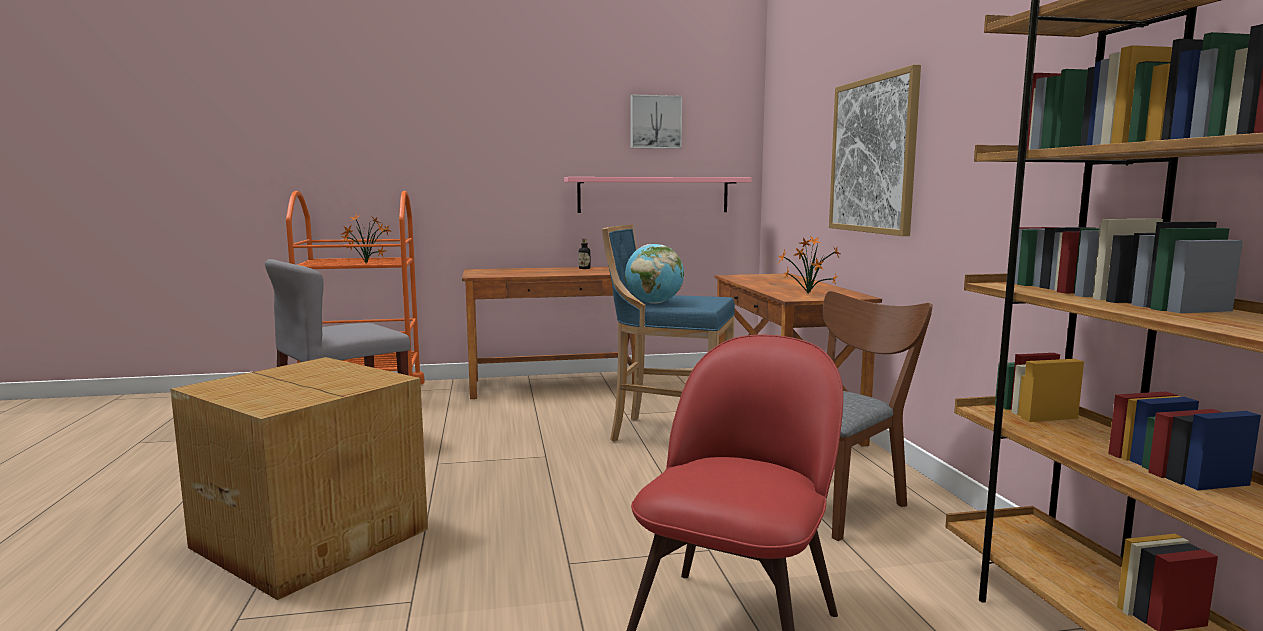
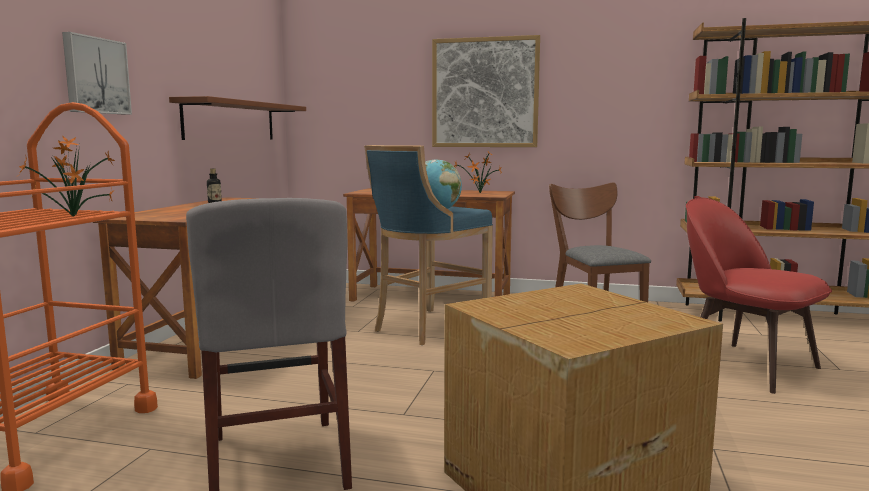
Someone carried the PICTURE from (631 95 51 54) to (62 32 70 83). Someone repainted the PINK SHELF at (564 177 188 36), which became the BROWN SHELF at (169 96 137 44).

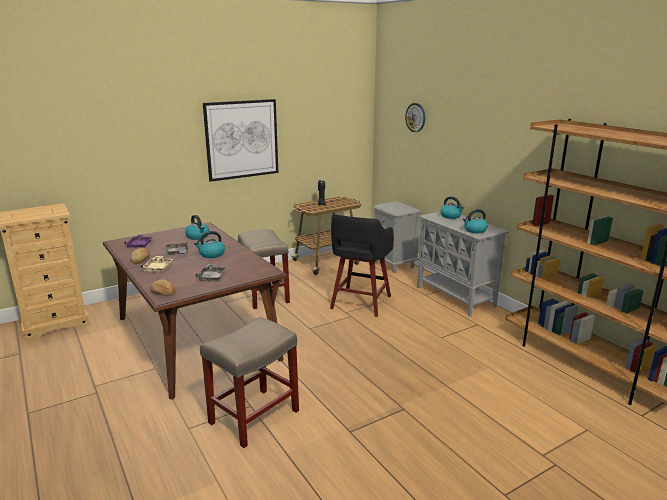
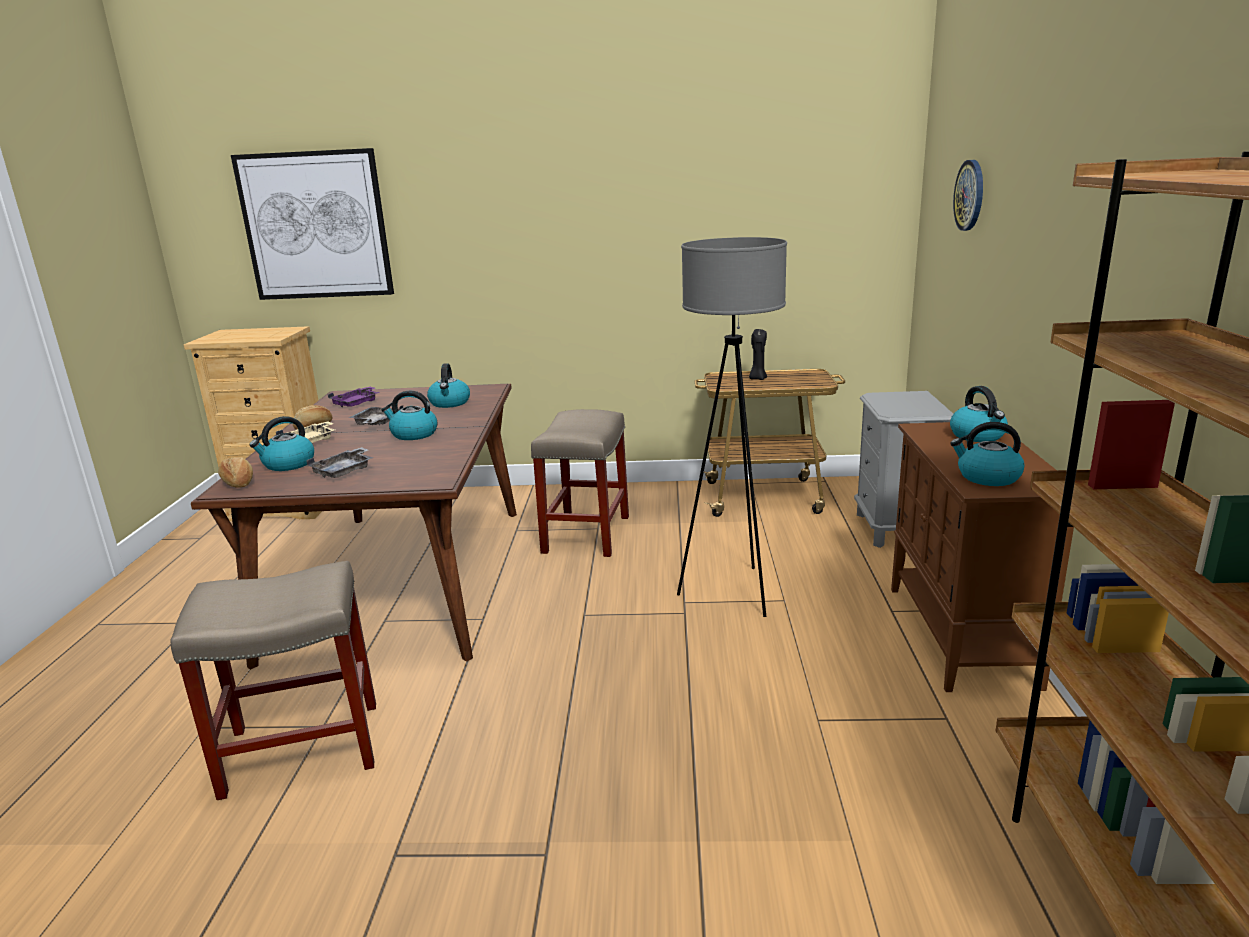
Someone carried the PICTURE from (203 99 75 83) to (231 148 163 152). Someone put down the KETTLE at (249 416 65 55). Someone swapped the BLACK STOOL at (330 214 64 103) for the GREY FLOOR LAMP at (677 237 110 380). Someone repainted the GREY CABINET at (417 212 92 105), which became the BROWN CABINET at (891 422 183 270).

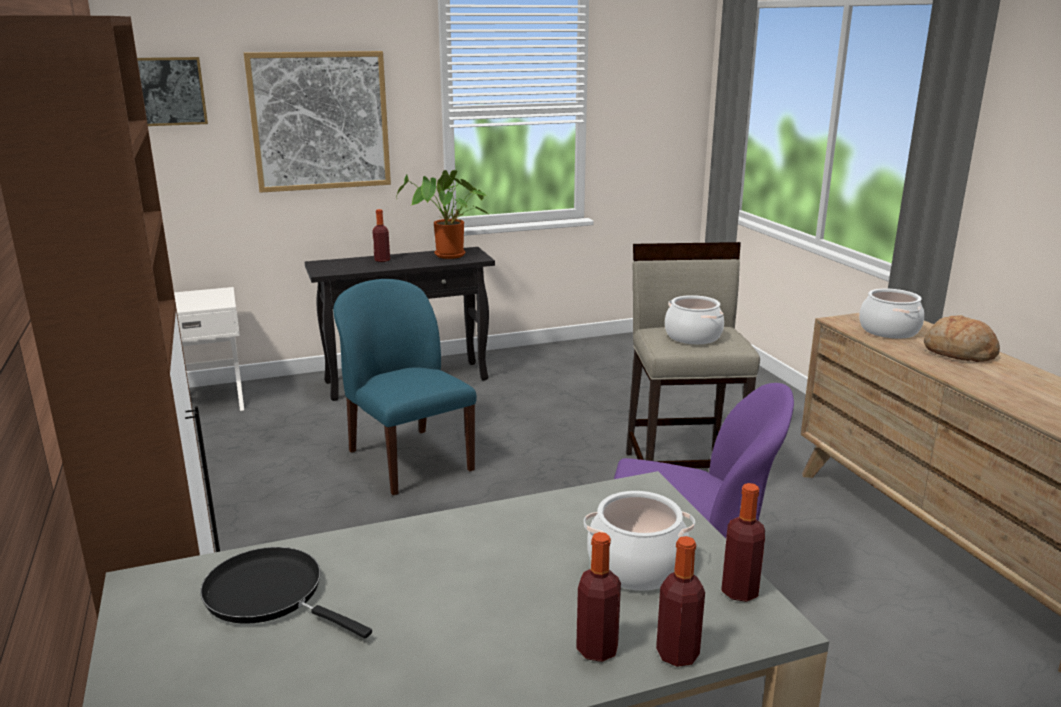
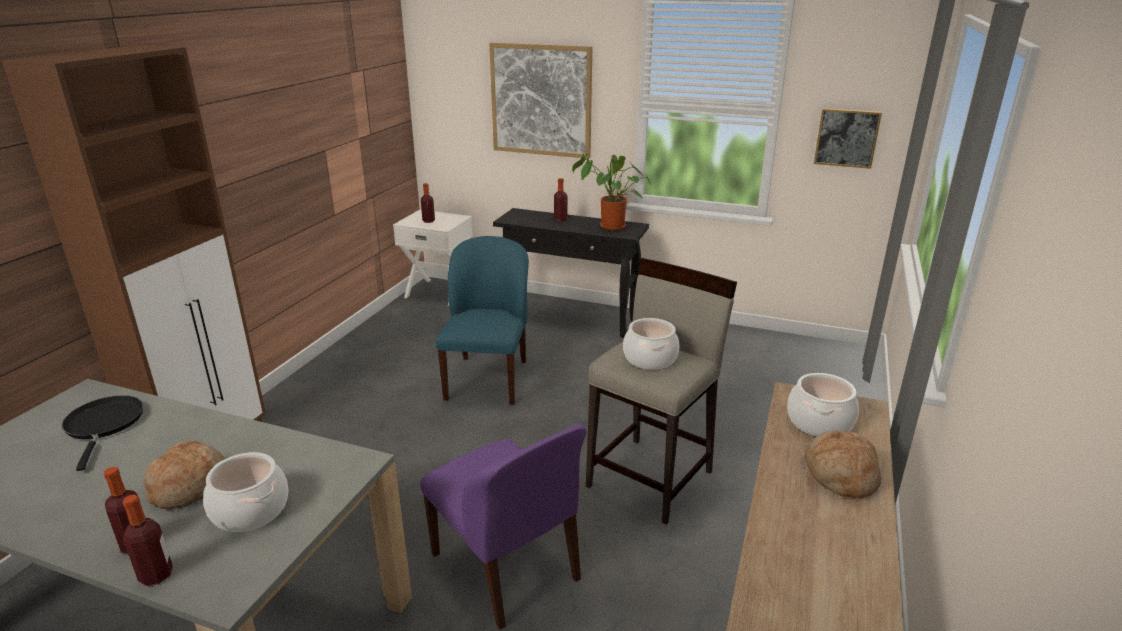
Someone put down the BREAD at (143 441 82 68). Someone carried the BOTTLE from (721 483 44 119) to (421 183 14 40). Someone carried the PICTURE from (137 57 71 69) to (814 108 68 61).

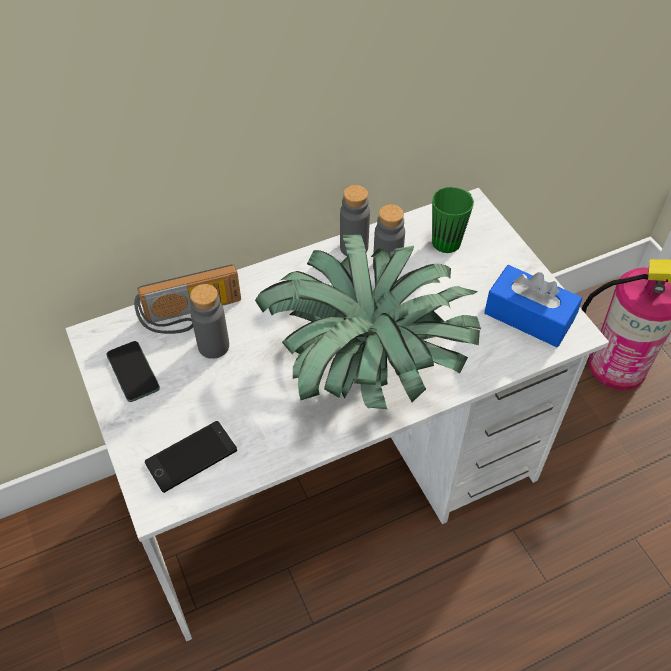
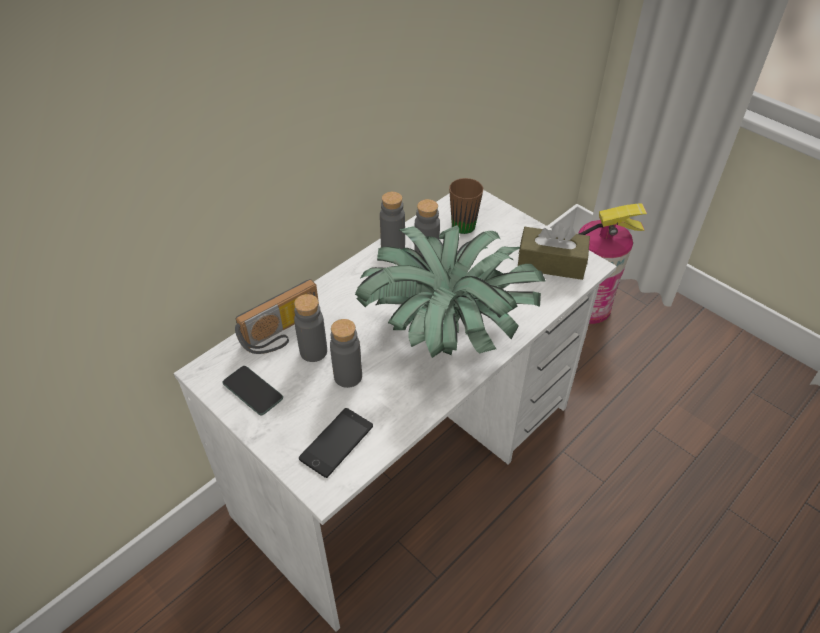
Someone put down the GREY BOTTLE at (330 319 32 69). Someone repainted the GREEN MUG at (432 187 42 66), which became the BROWN MUG at (449 178 34 56). Someone repainted the BLUE TISSUE BOX at (484 265 98 82), which became the BROWN TISSUE BOX at (518 222 72 58).

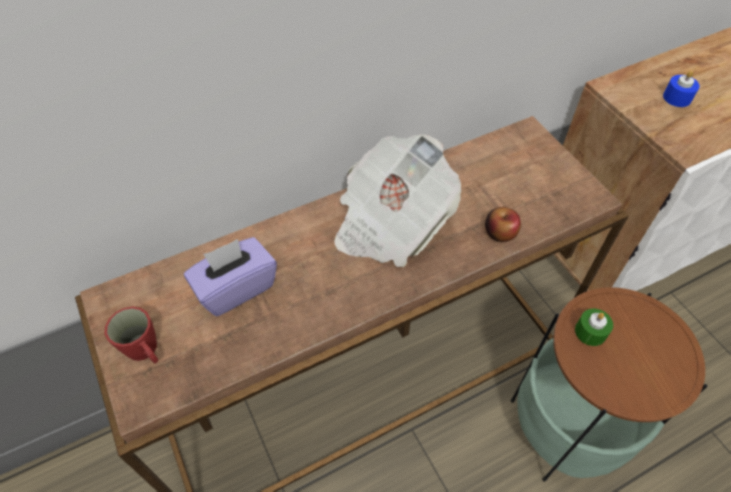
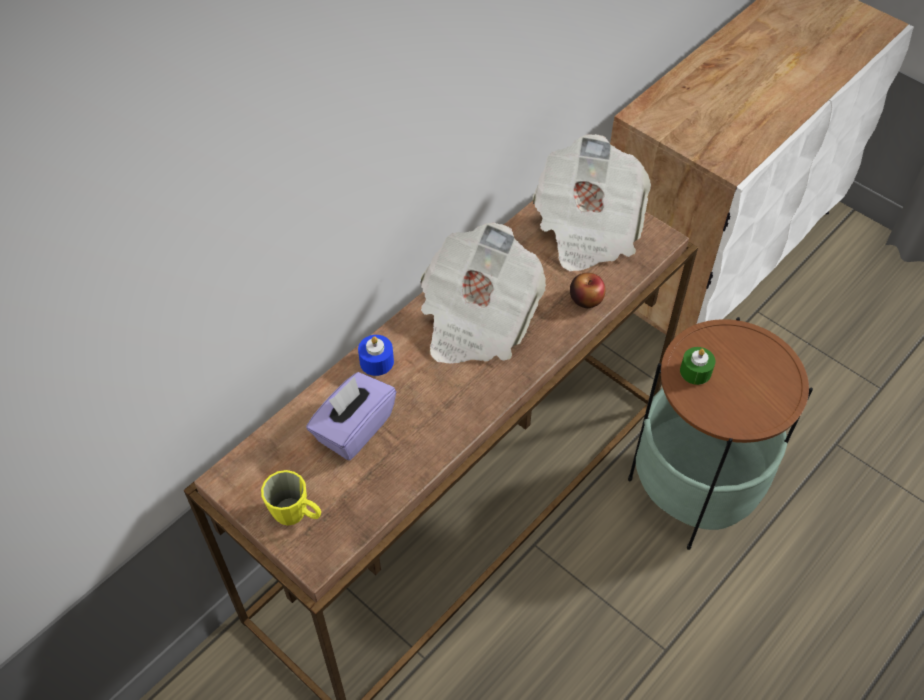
Someone repainted the RED MUG at (105 307 54 57), which became the YELLOW MUG at (261 470 60 56). Someone carried the BLUE CANDLE from (663 71 37 36) to (358 335 36 41). Someone put down the NEWSPAPER at (533 134 118 138).

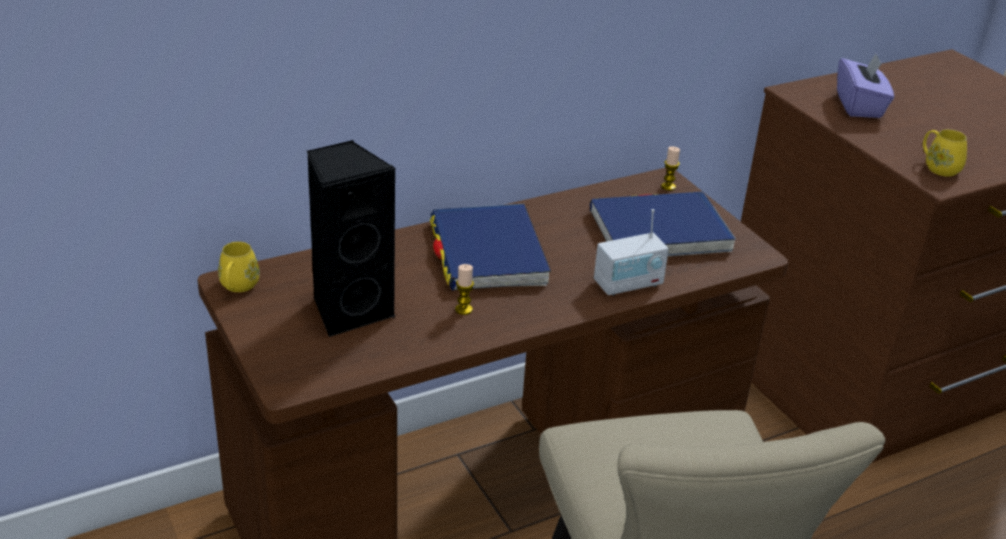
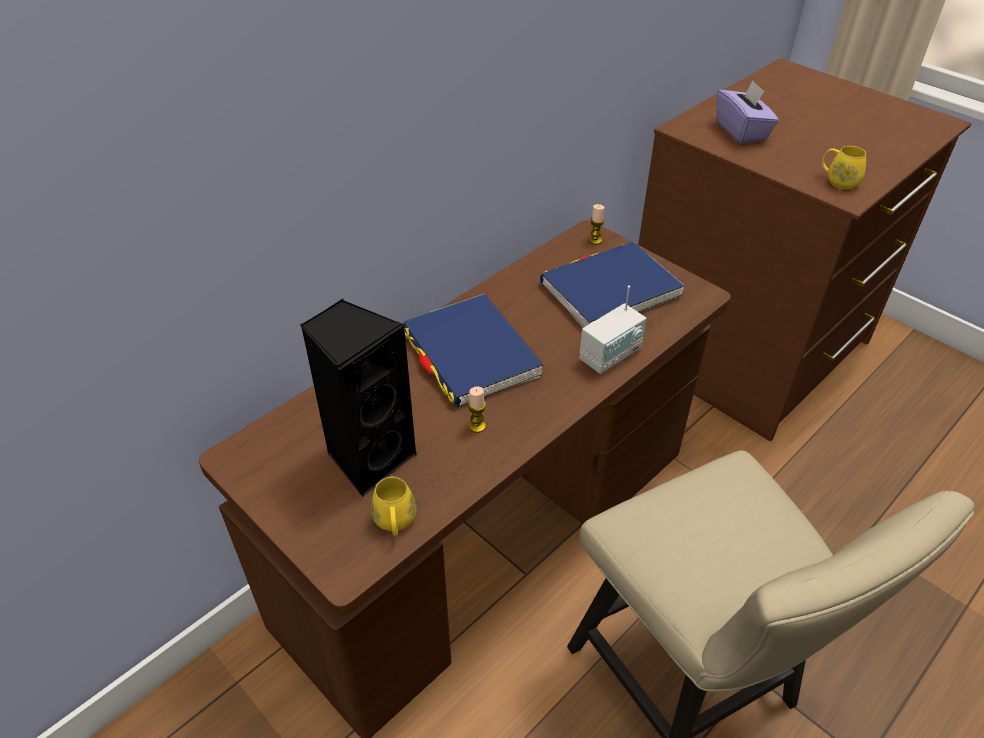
Someone carried the YELLOW MUG from (218 241 42 51) to (371 477 45 59).

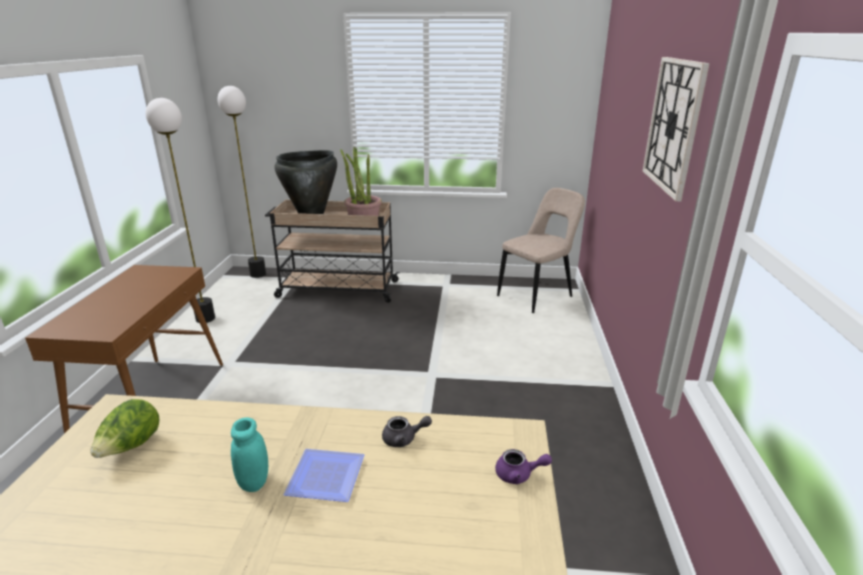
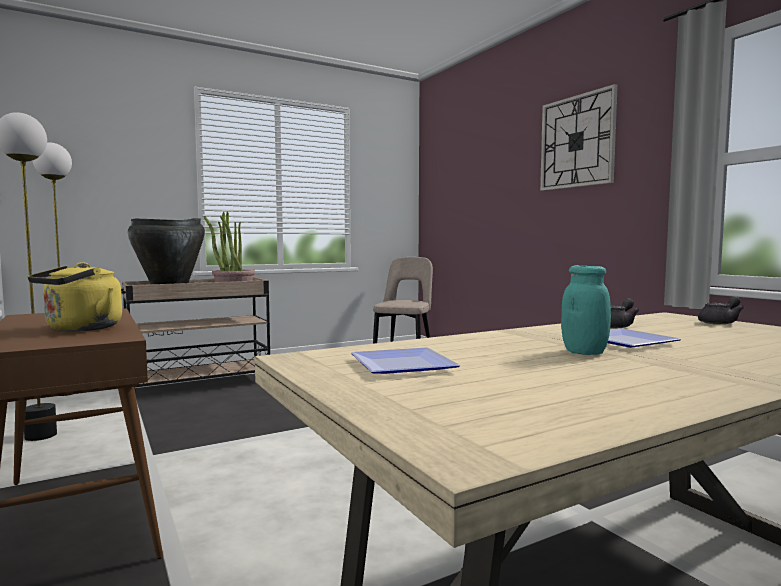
Someone put down the YELLOW KETTLE at (28 262 94 69). Someone swapped the LETTUCE at (90 399 69 59) for the PLATE at (351 347 110 27). Someone repainted the PURPLE TEAPOT at (495 449 57 35), which became the GREY TEAPOT at (698 296 46 29).

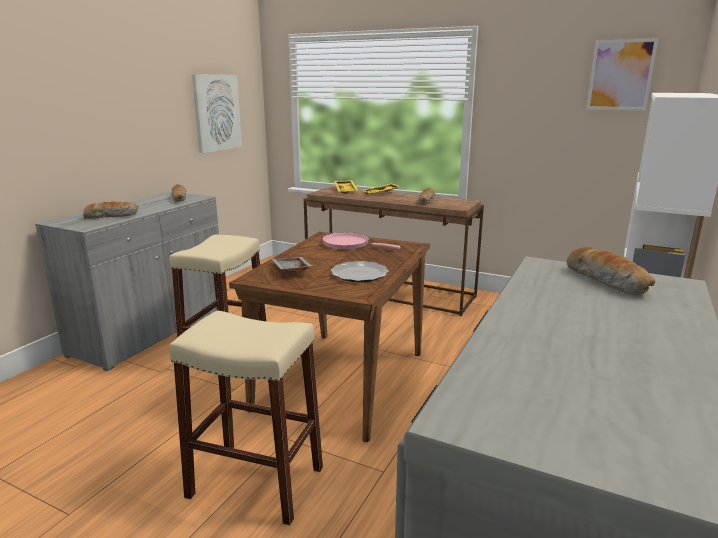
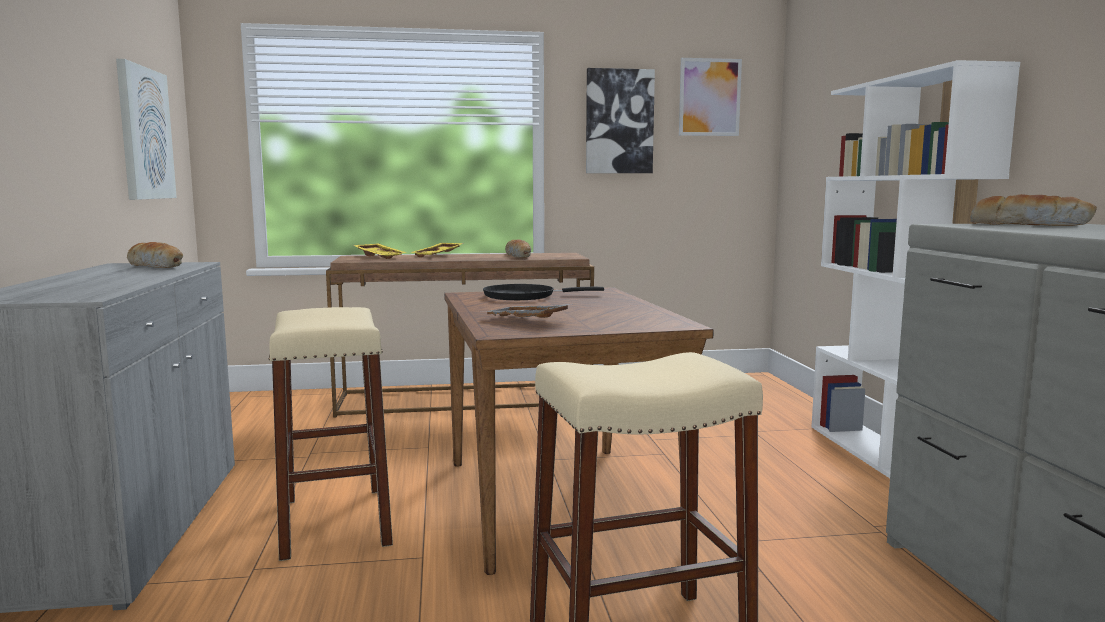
Someone repainted the PINK FRYING PAN at (322 232 78 17), which became the BLACK FRYING PAN at (483 284 121 16). Someone put up the PICTURE at (586 68 69 105). Someone took away the BREAD at (83 201 56 18). Someone took away the PLATE at (331 261 58 21).

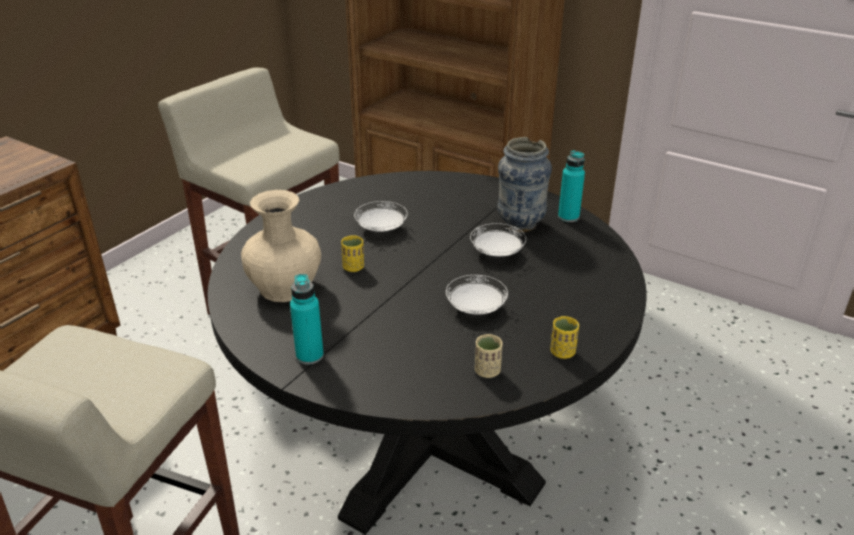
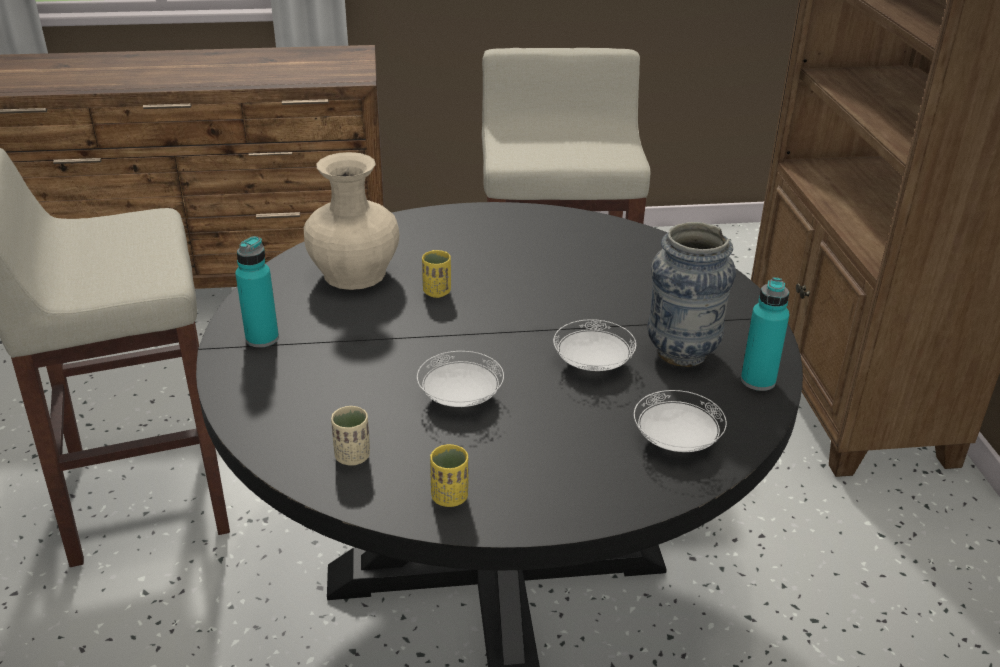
Someone carried the WHITE PLATE from (354 201 54 31) to (634 390 93 62).

